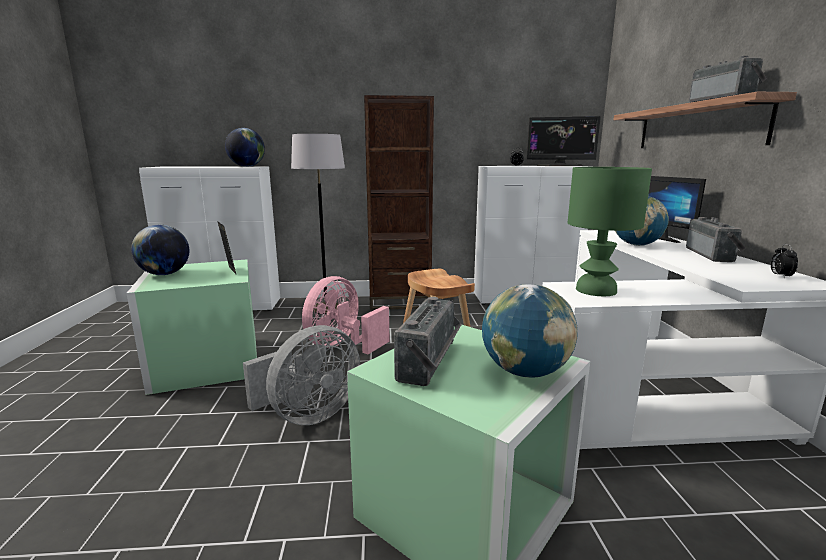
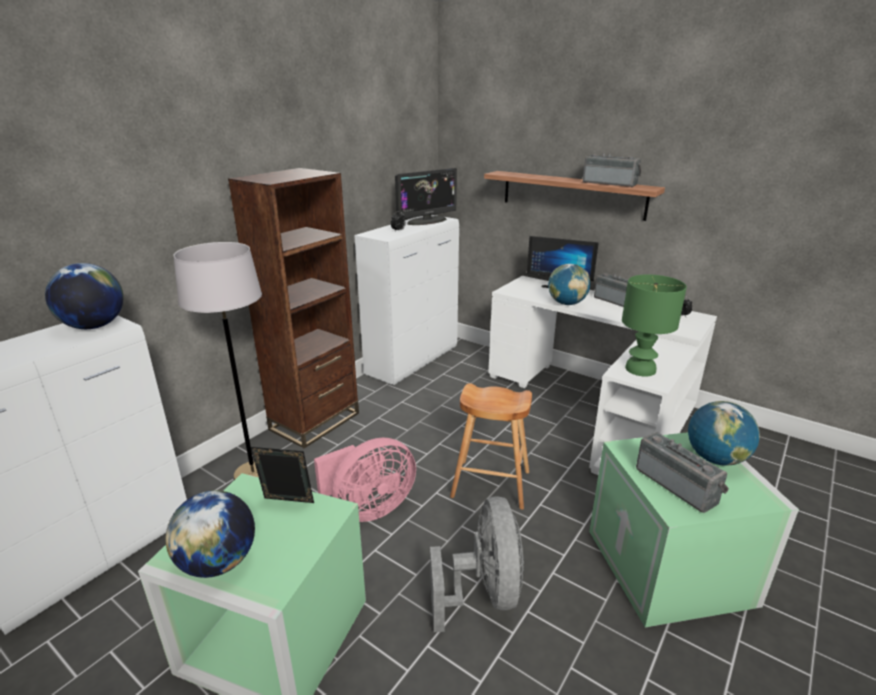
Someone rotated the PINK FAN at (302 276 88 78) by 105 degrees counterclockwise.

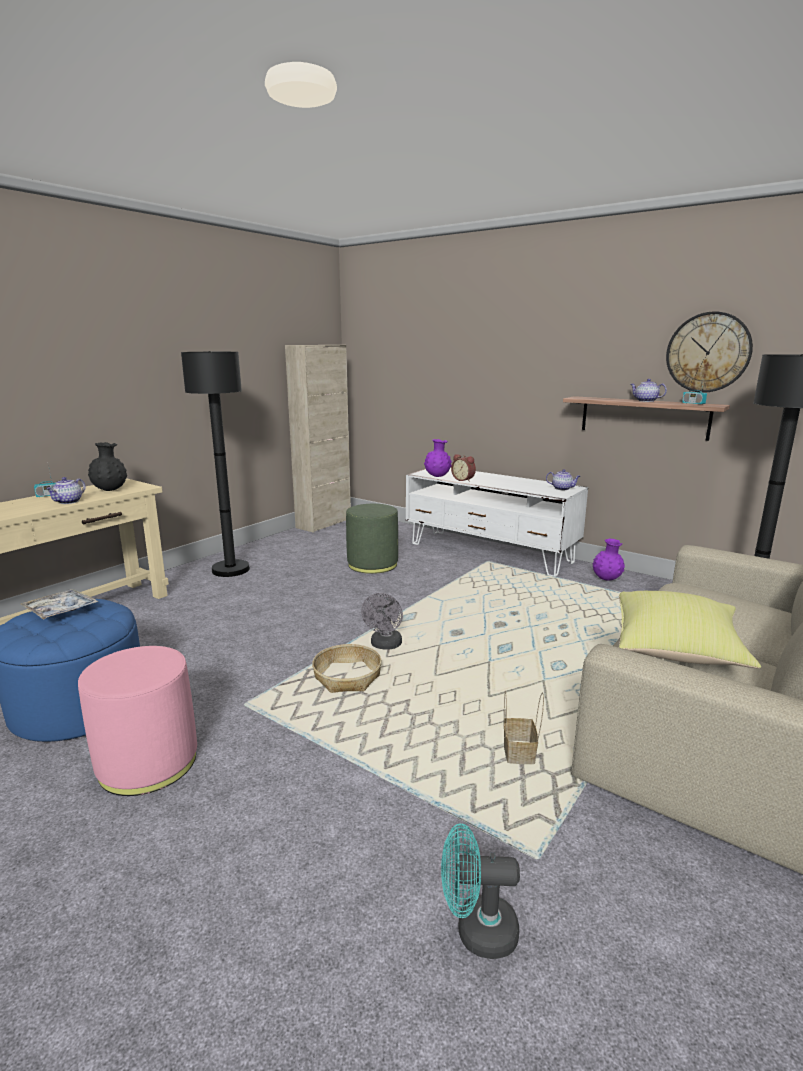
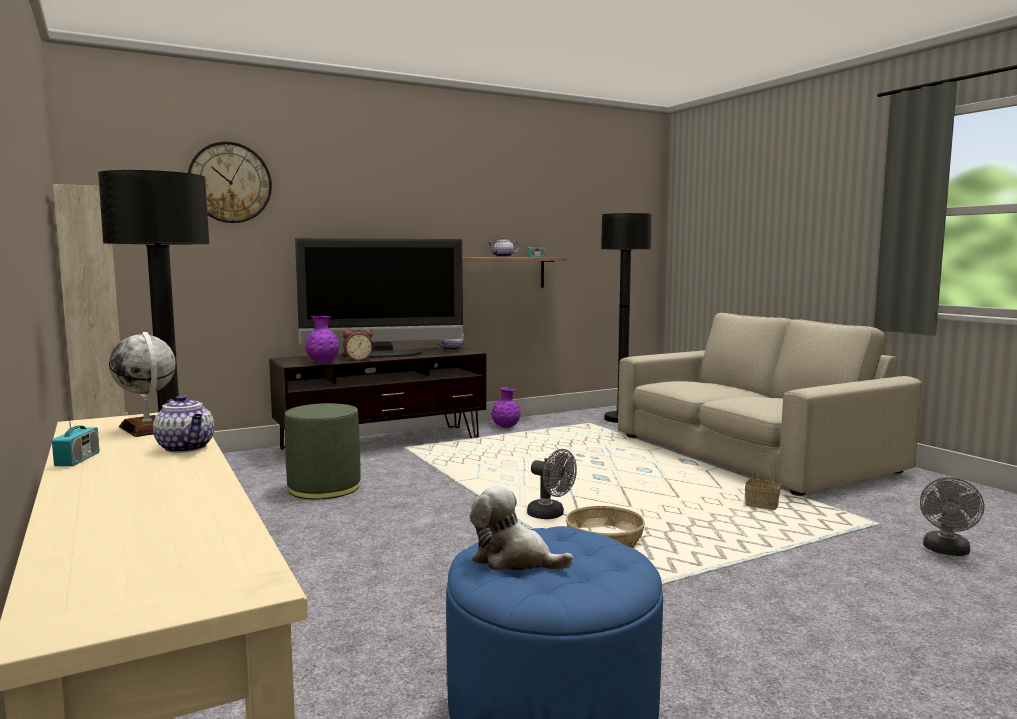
Someone swapped the BLACK VASE at (88 442 39 49) for the GLOBE at (109 332 67 105). Someone carried the WALL CLOCK from (666 311 87 82) to (188 142 84 81). Someone repainted the WHITE TV STAND at (406 468 182 109), which became the BROWN TV STAND at (269 347 217 103). Someone put down the TELEVISION at (295 238 168 120). Someone swapped the TRAY at (20 589 78 31) for the PLUSH TOY at (470 485 104 86). Someone repainted the TURQUOISE FAN at (441 823 79 136), which became the GREY FAN at (920 477 64 79). Someone took away the PINK OTTOMAN at (78 646 119 150). Someone took away the YELLOW PILLOW at (619 591 142 77).

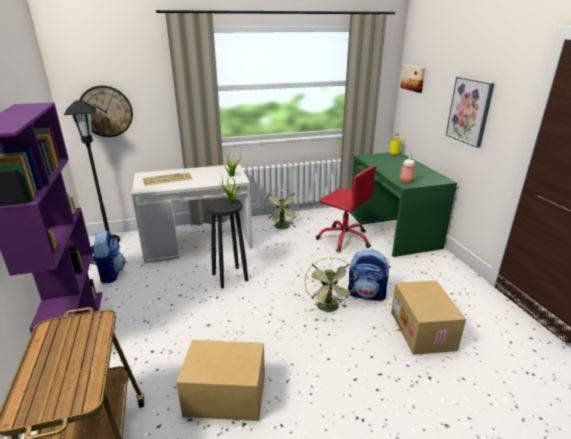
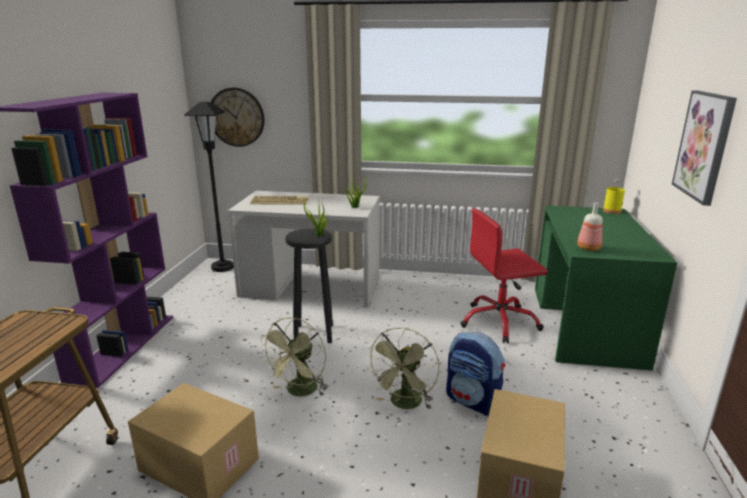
Someone carried the GREEN FAN from (264 188 36 41) to (260 317 68 79). Someone rotated the RED OFFICE CHAIR at (316 165 61 88) by 105 degrees clockwise. Someone took away the BACKPACK at (90 231 35 52). Someone took away the PICTURE at (400 65 25 28).

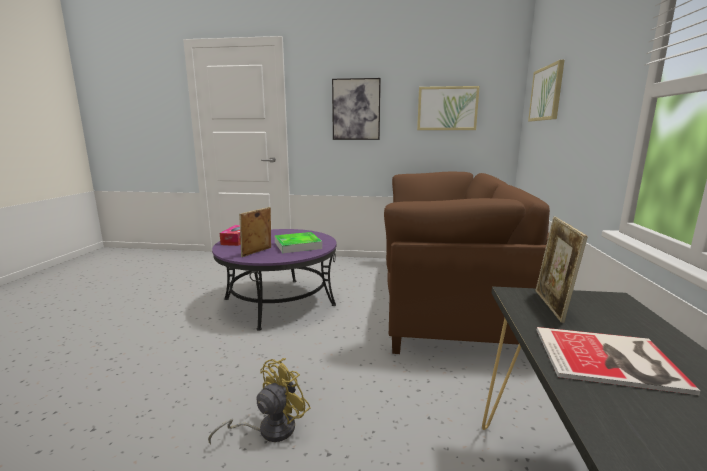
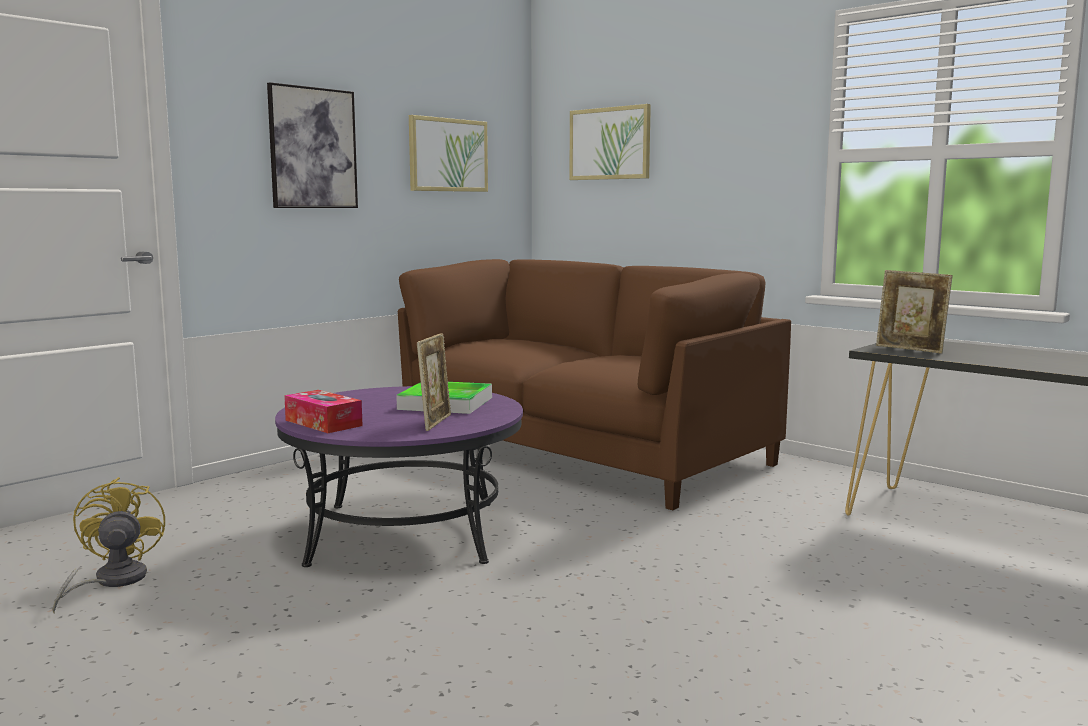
Someone carried the YELLOW FAN from (208 358 102 86) to (52 477 113 137). Someone rotated the PICTURE FRAME at (239 207 32 50) by 150 degrees counterclockwise. Someone took away the BOOK at (537 327 163 68).

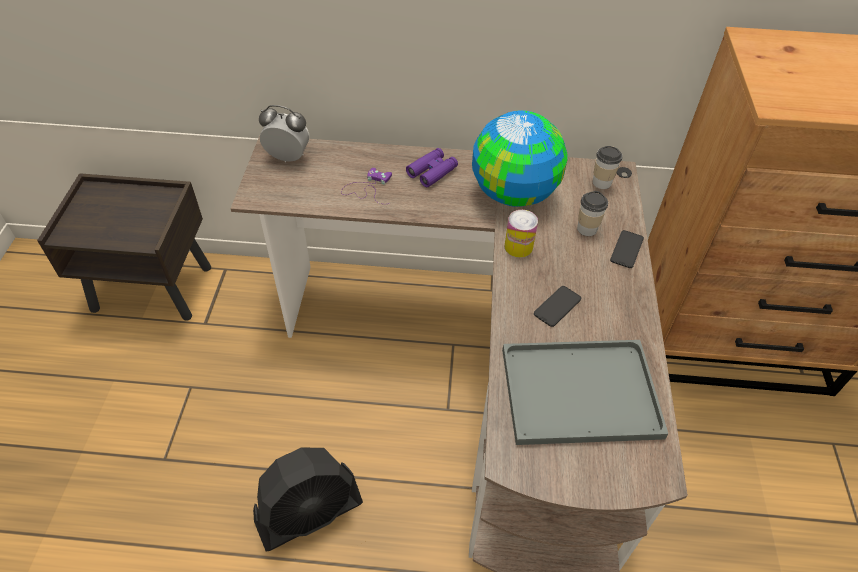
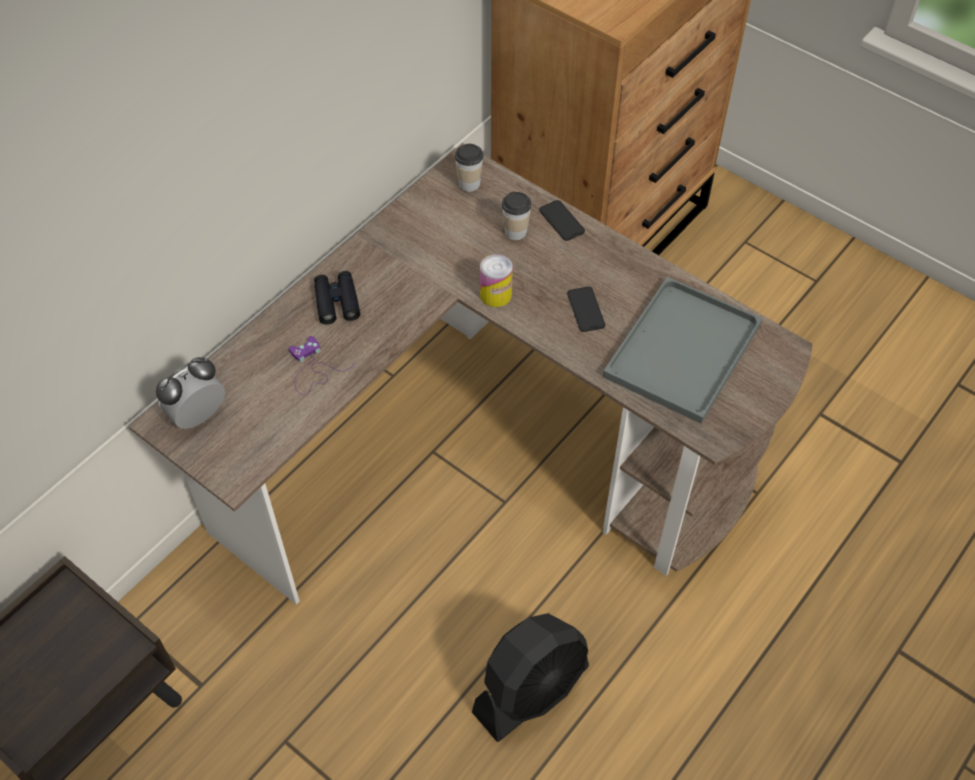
Someone repainted the PURPLE BINOCULARS at (406 148 52 39), which became the BLACK BINOCULARS at (314 271 46 54). Someone rotated the BLACK FAN at (253 447 110 105) by 45 degrees clockwise. Someone took away the GLOBE at (472 110 96 97).

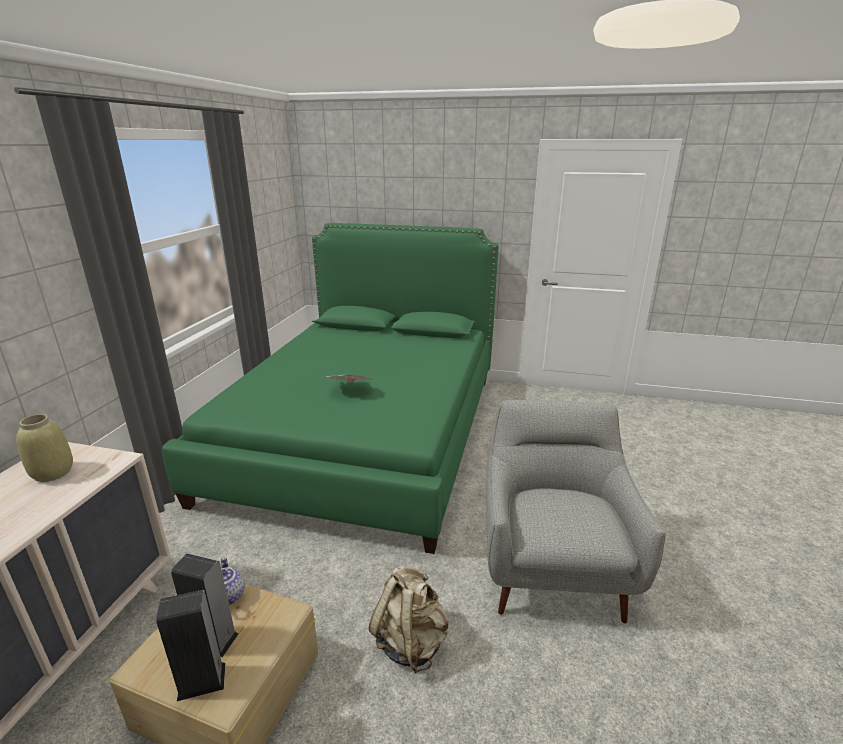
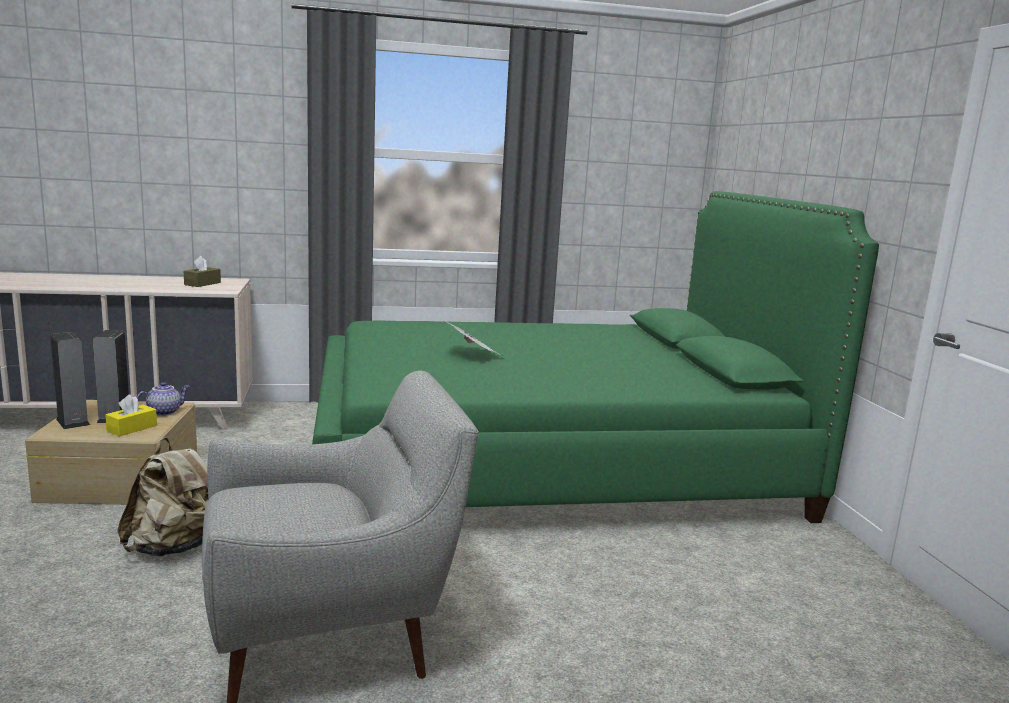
Someone put down the YELLOW TISSUE BOX at (105 395 52 41). Someone swapped the BEIGE VASE at (16 414 57 68) for the BROWN TISSUE BOX at (184 256 37 31).

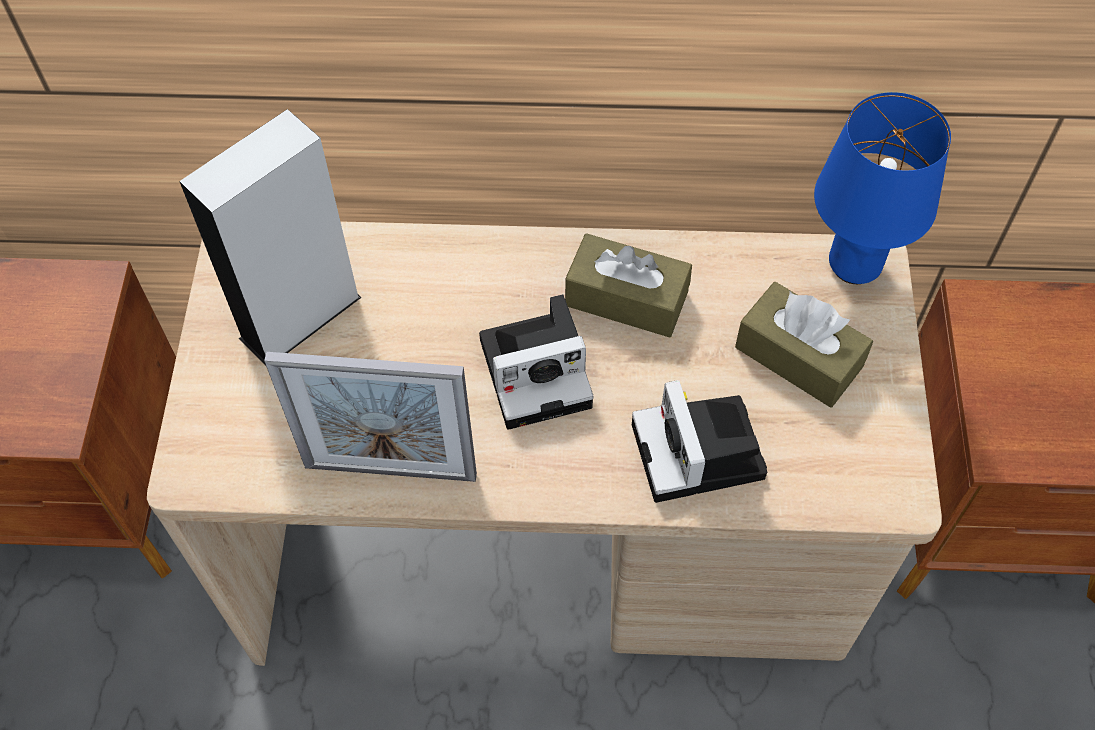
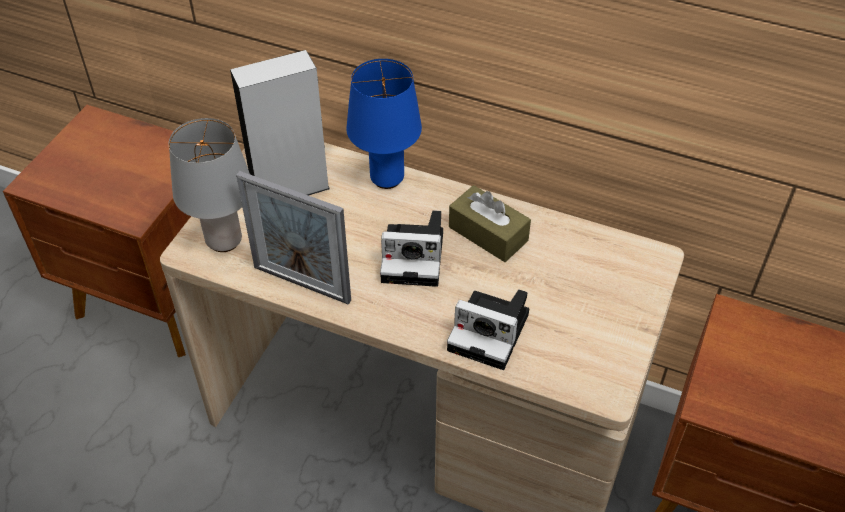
Someone put down the GREY TABLE LAMP at (169 118 81 134). Someone carried the BLUE TABLE LAMP from (814 92 137 192) to (346 59 76 130). Someone rotated the PHOTO CAMERA at (632 380 135 123) by 75 degrees counterclockwise. Someone took away the BROWN TISSUE BOX at (735 282 138 126).

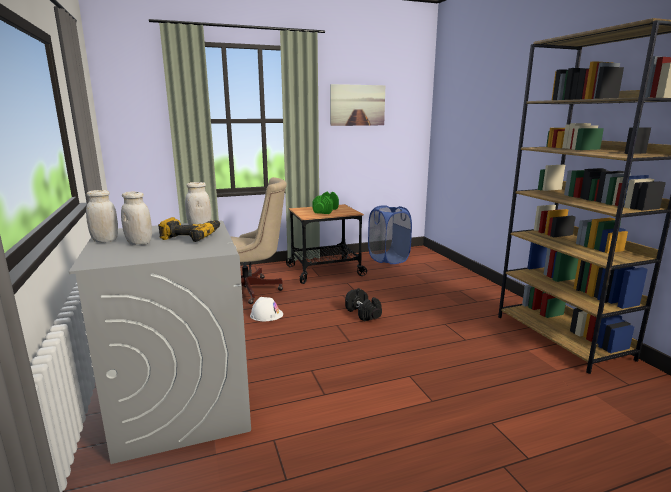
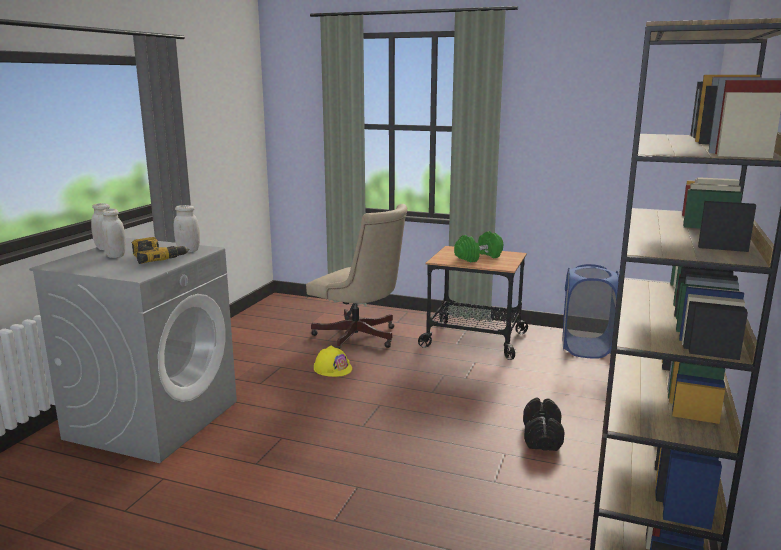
Someone repainted the WHITE HARD HAT at (250 297 33 24), which became the YELLOW HARD HAT at (314 345 38 32). Someone carried the BLACK DUMBBELL from (345 288 37 34) to (523 398 42 53). Someone took away the PICTURE at (330 84 55 42).

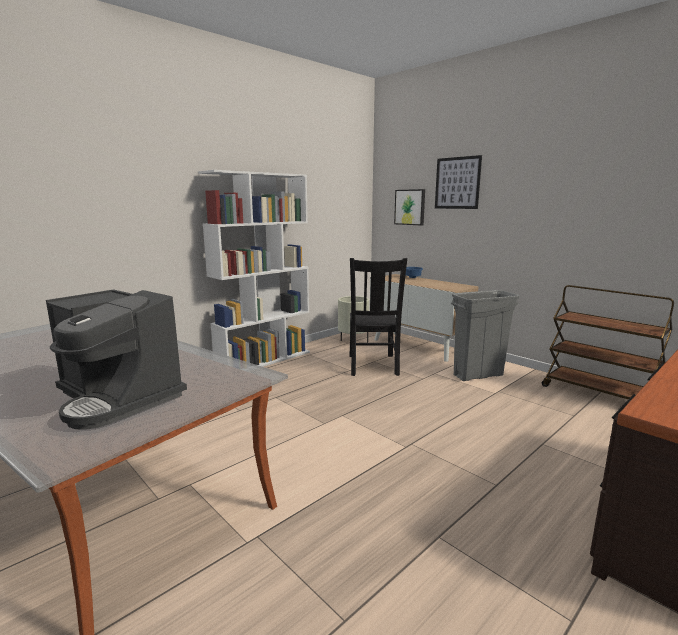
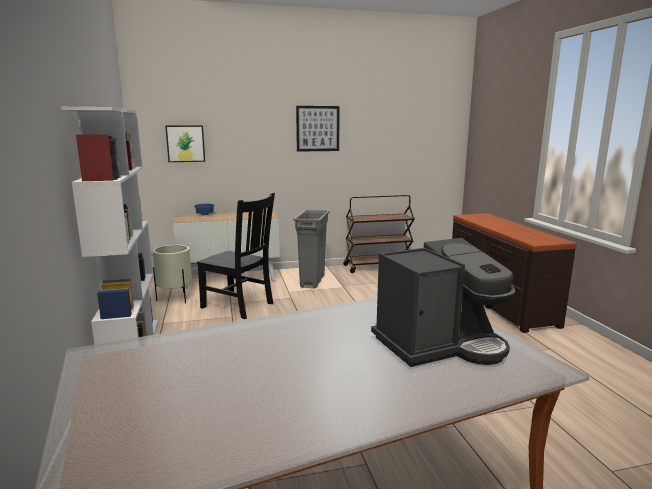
Someone carried the PICTURE from (435 155 47 54) to (296 106 44 46).

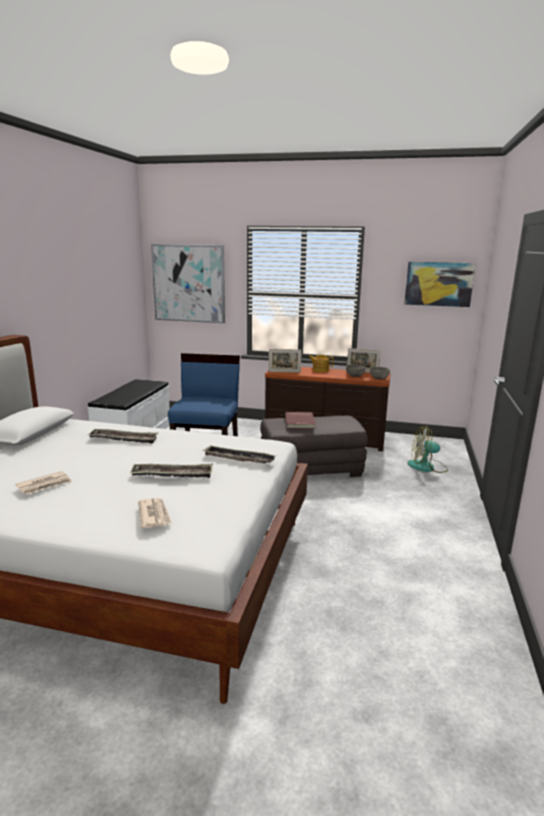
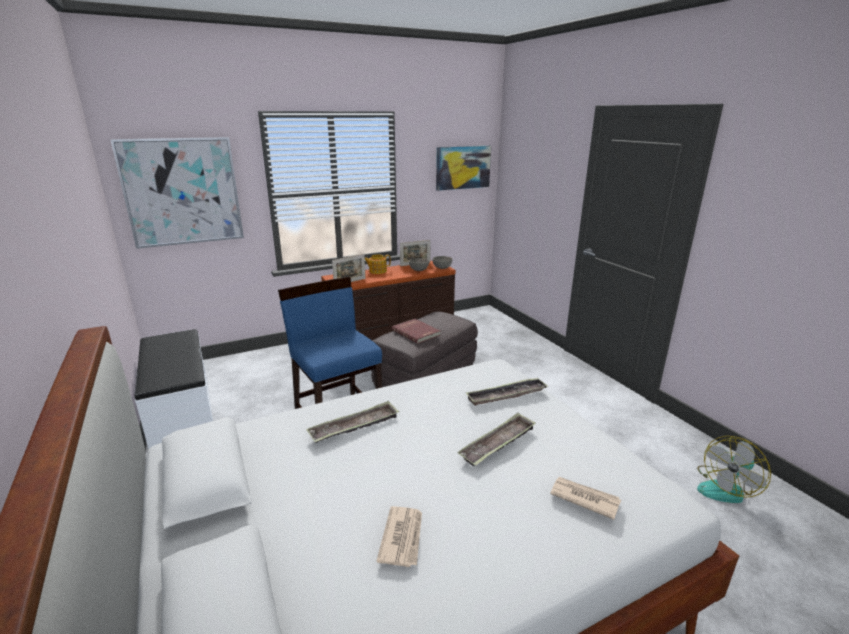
Someone carried the FAN from (408 426 40 47) to (697 436 74 67).

